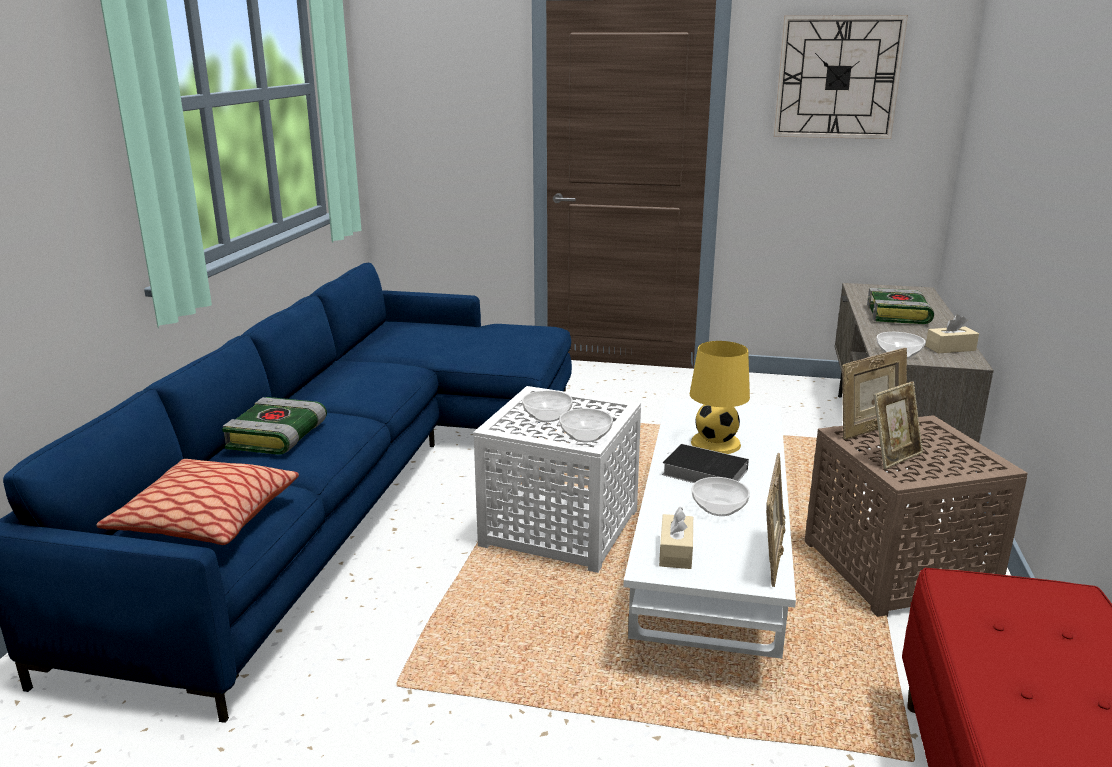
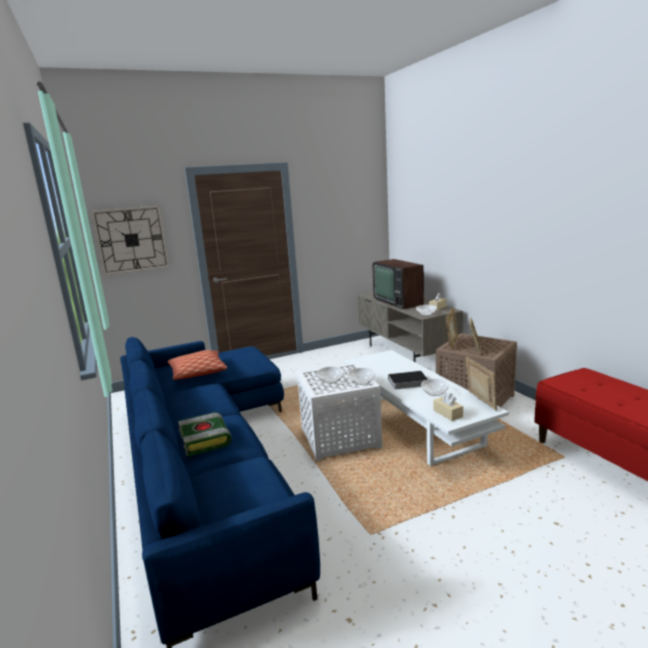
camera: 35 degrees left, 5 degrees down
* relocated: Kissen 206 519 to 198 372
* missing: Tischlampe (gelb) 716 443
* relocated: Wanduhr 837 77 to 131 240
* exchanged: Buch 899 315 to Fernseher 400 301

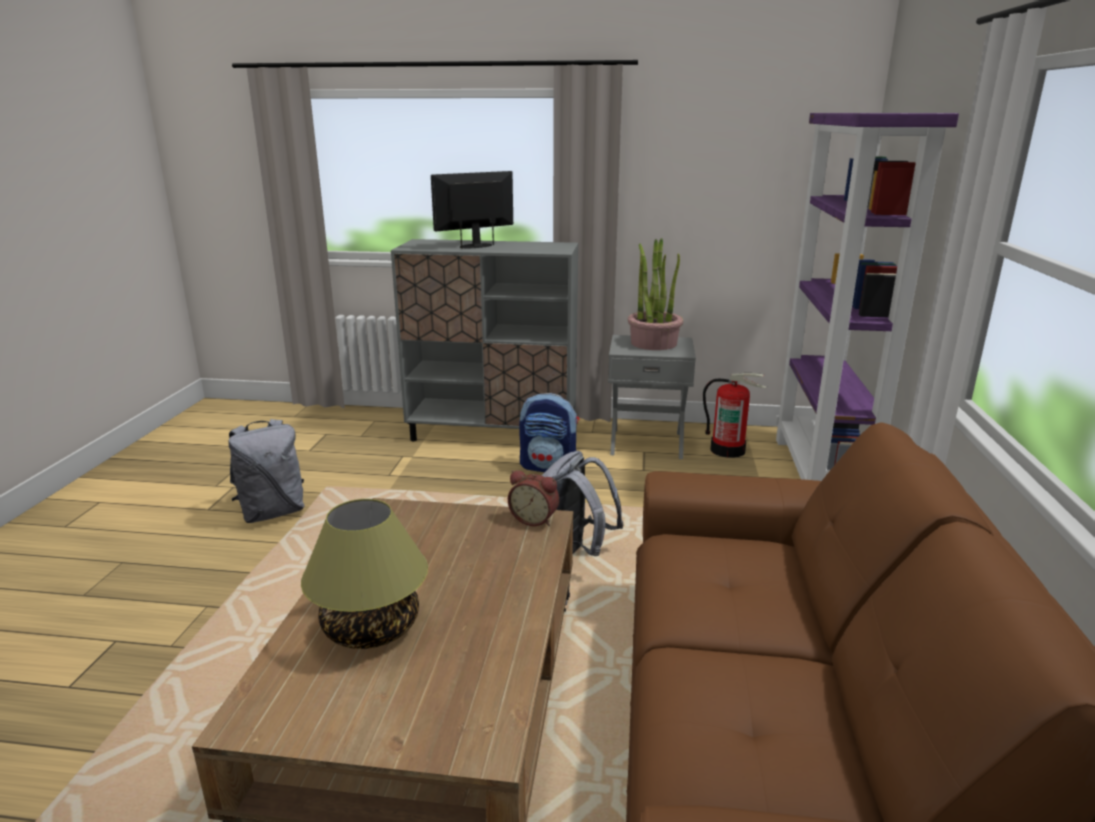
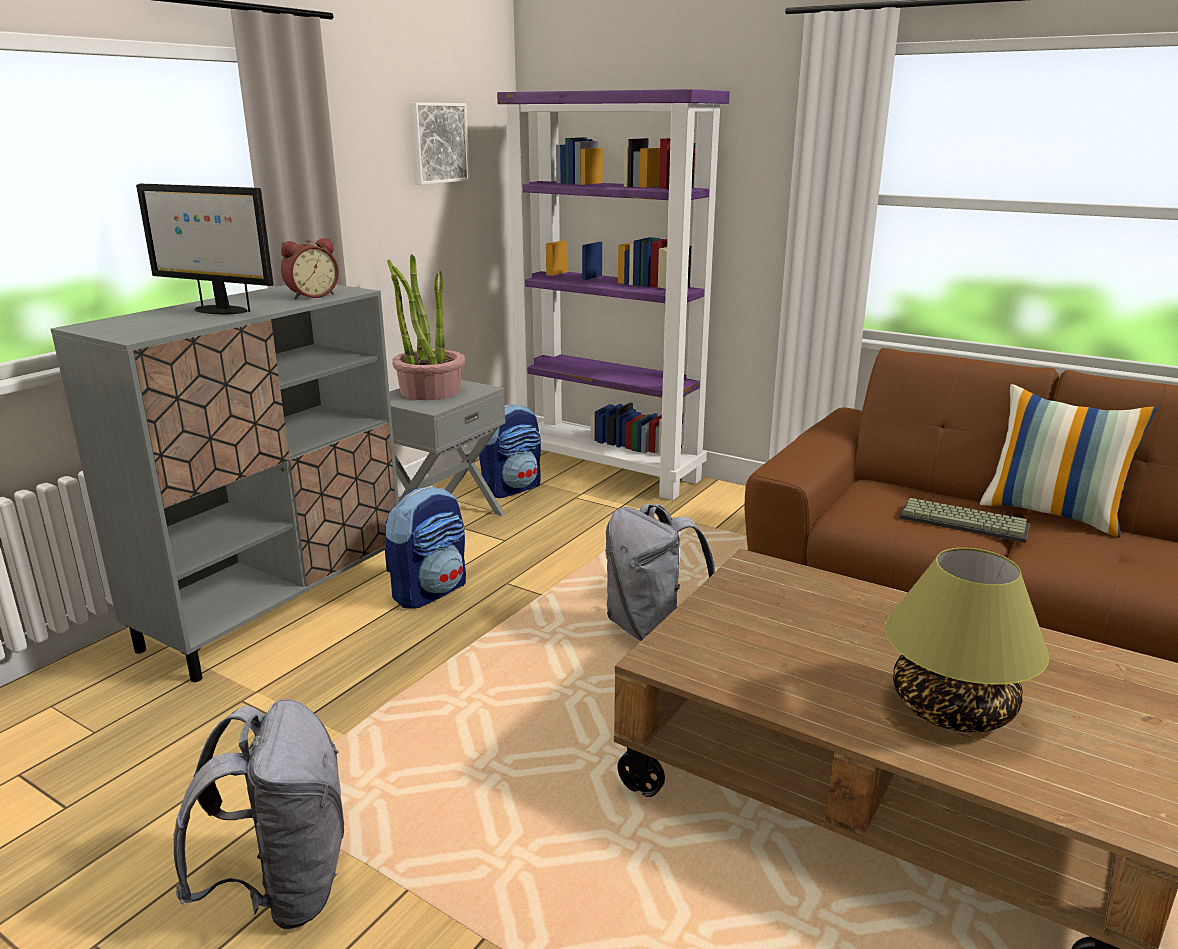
camera: 65 degrees left, 0 degrees up
* spun: Monitor 476 246 = 219 310 60 degrees counterclockwise
* relocated: Wecker 534 519 to 311 295
* exchanged: Feuerlöscher 728 450 to Rucksack 512 488
* appeared: Bild 437 143
* appeared: Tastatur 965 522
* appeared: Kissen 1052 514

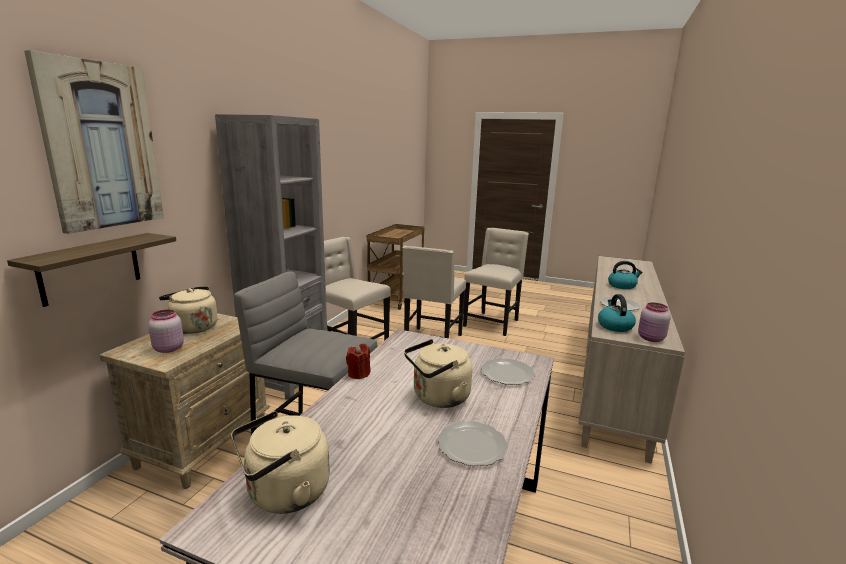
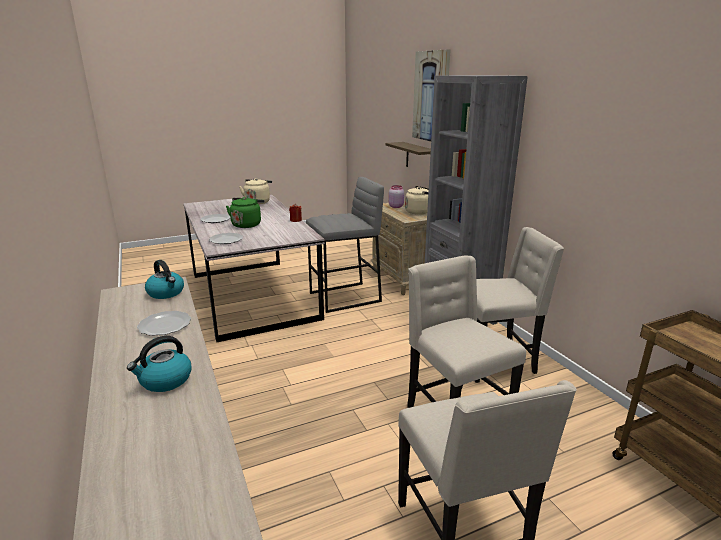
camera: 135 degrees right, 5 degrees up
* colour: Wasserkessel (beige) 438 398 to Wasserkessel (grün) 247 224
* missing: Vorratsglas (rosa) 650 339

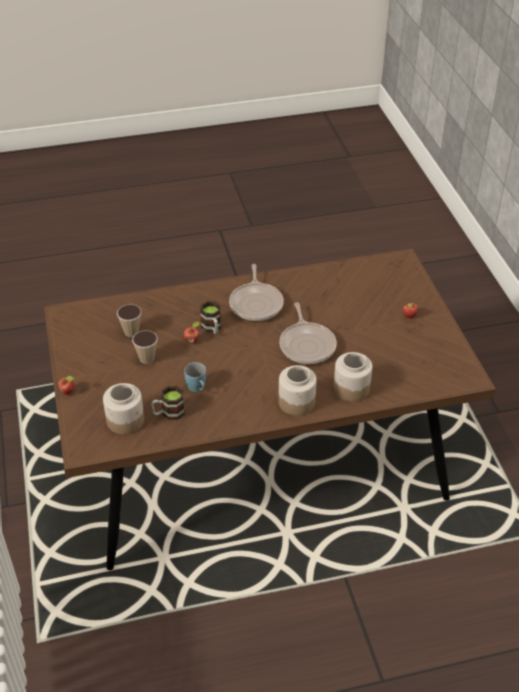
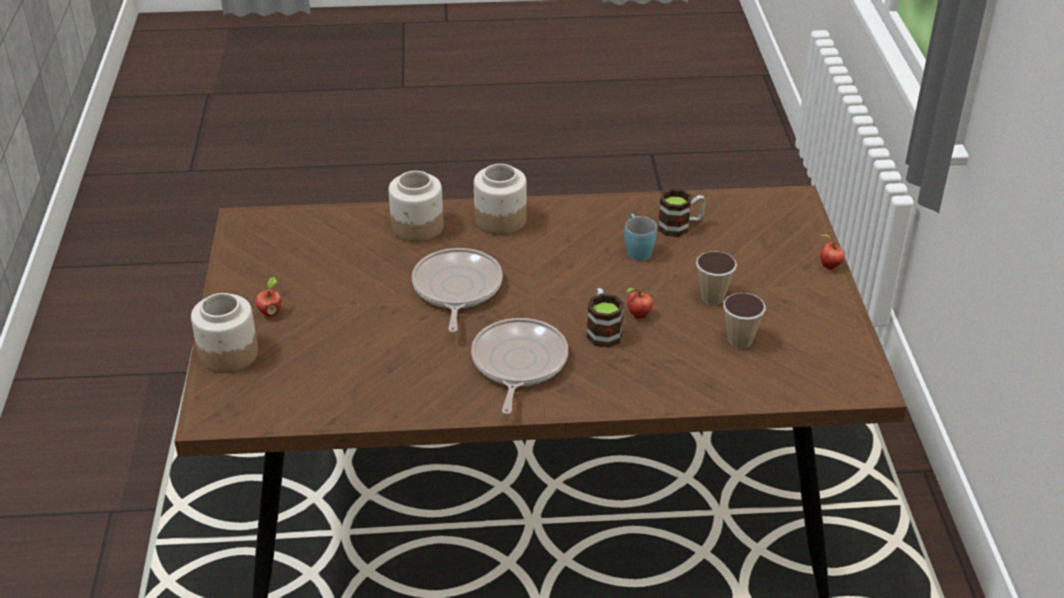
camera: 170 degrees left, 5 degrees down
* relocated: Vorratsglas 126 420 to 228 354

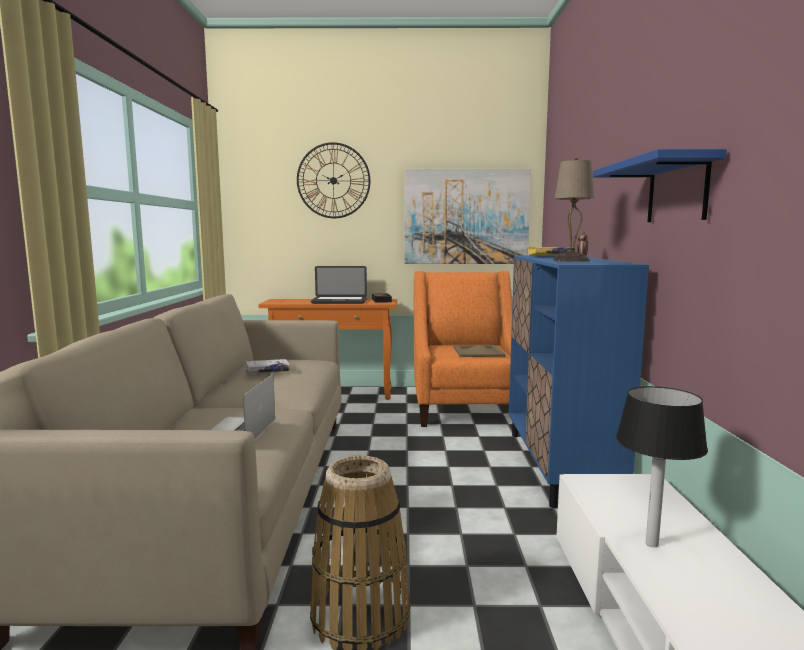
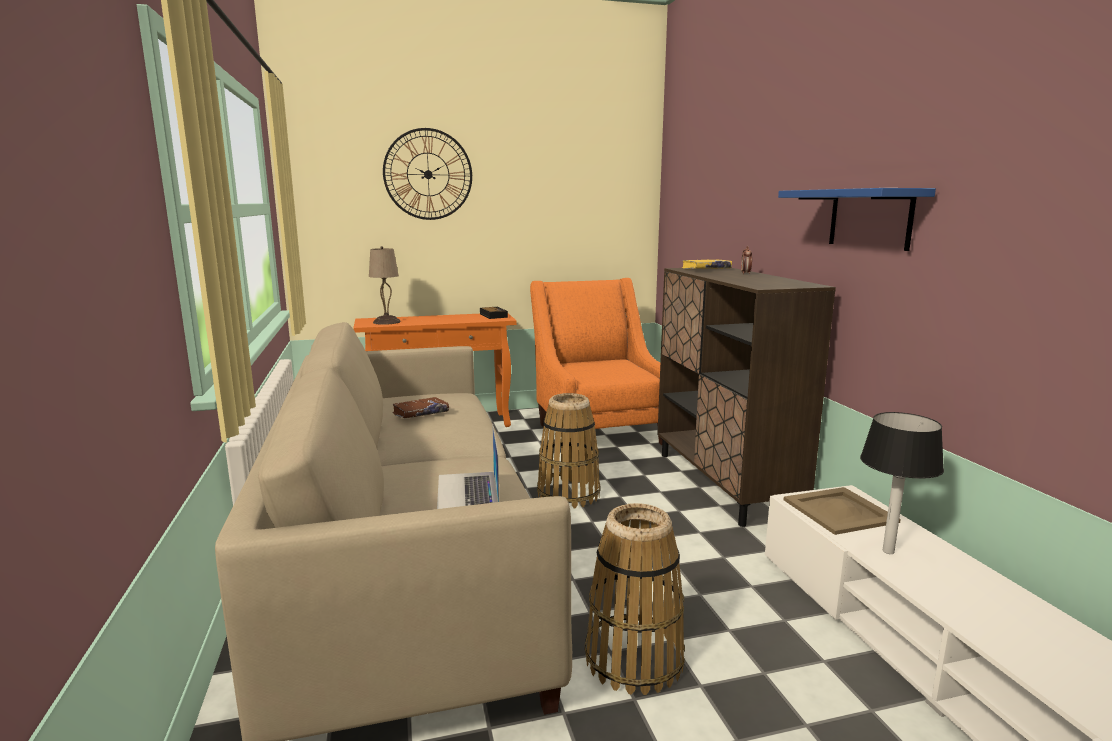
camera: 15 degrees left, 5 degrees up
* colour: Buch (weiß) 267 371 to Buch (braun) 420 413
* missing: Laptop 339 301
* missing: Bild 466 217
* relocated: Tablett (beige) 478 351 to 839 510
* colour: Schrank (blau) 559 466 to Schrank (braun) 725 483
* relocated: Tischlampe (beige) 570 260 to 386 322
* appeared: Korb 569 494

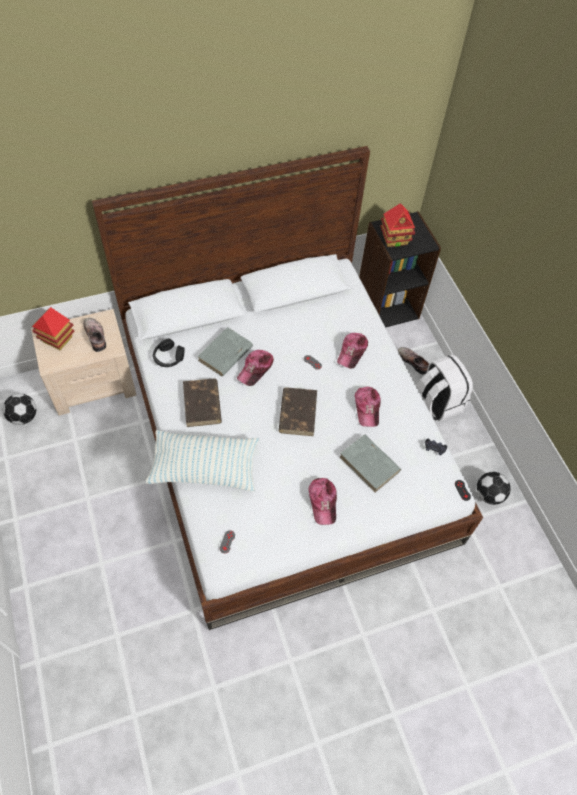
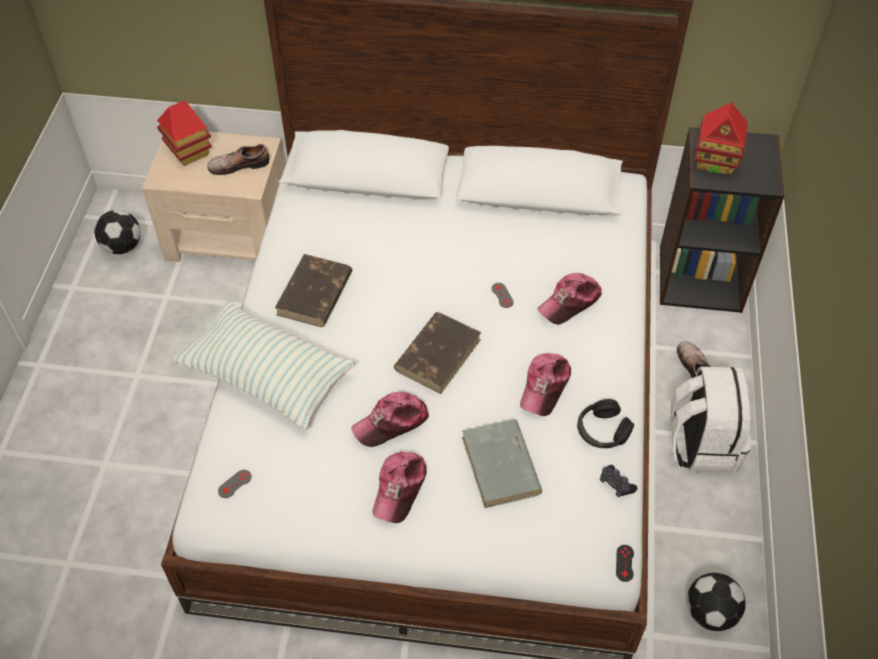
camera: 30 degrees right, 5 degrees down
* spun: Schuh 96 336 = 239 164 105 degrees counterclockwise
* relocated: Kopfhörer (schwarz) 168 358 to 602 431
* missing: Buch (grau) 225 354
* relocated: Kappe 256 369 to 391 423

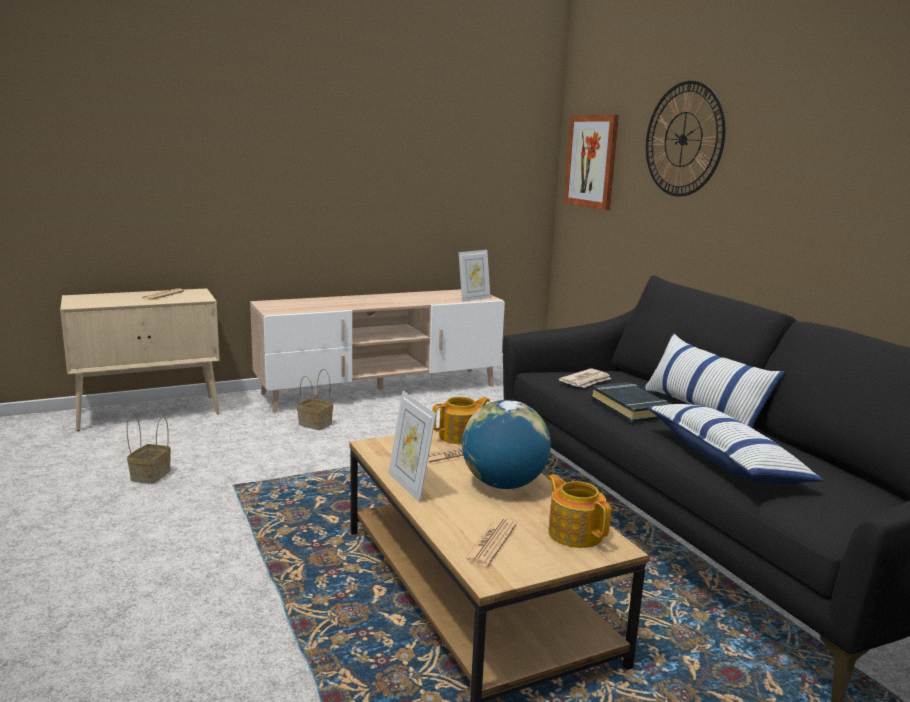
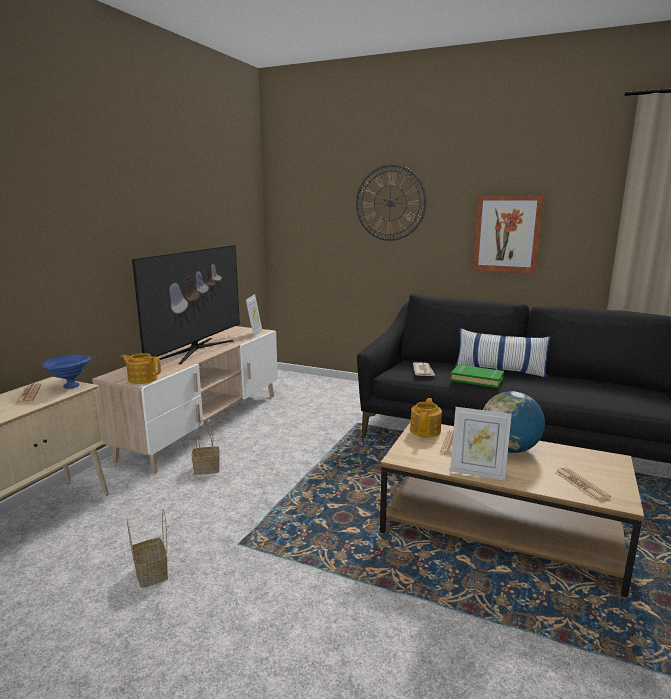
camera: 40 degrees left, 0 degrees up
* relocated: Teekanne 575 533 to 142 379
* relocated: Bild 591 161 to 507 233
* colour: Buch (schwarz) 630 407 to Buch (grün) 477 380
* missing: Kissen 724 460
* appeared: Schüssel (blau) 70 386
* appeared: Fernseher 196 350

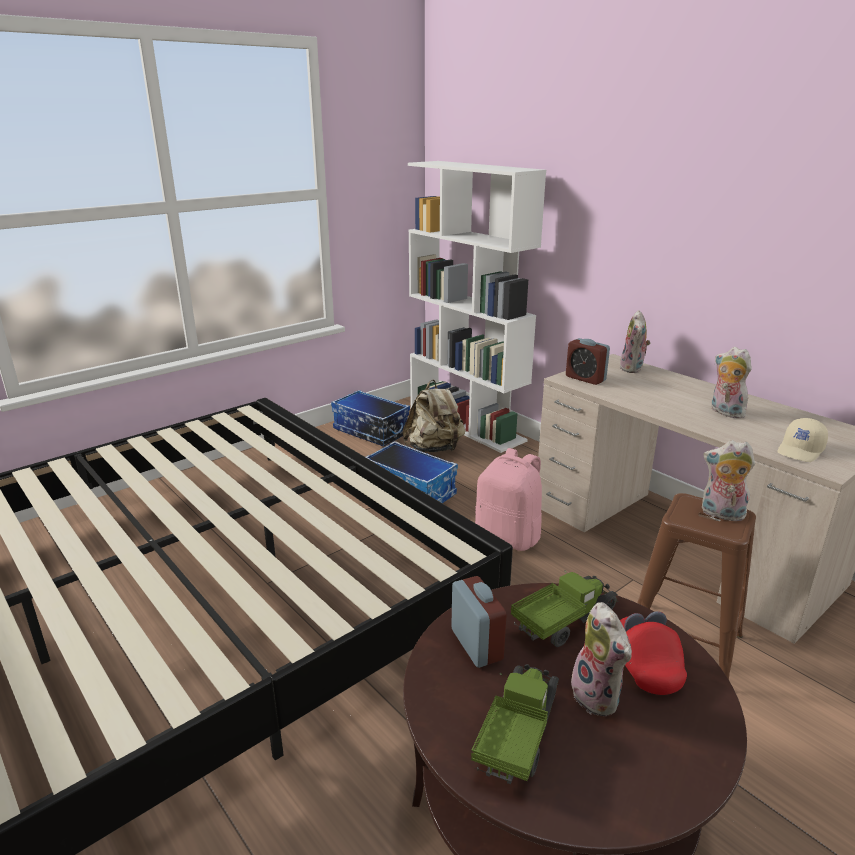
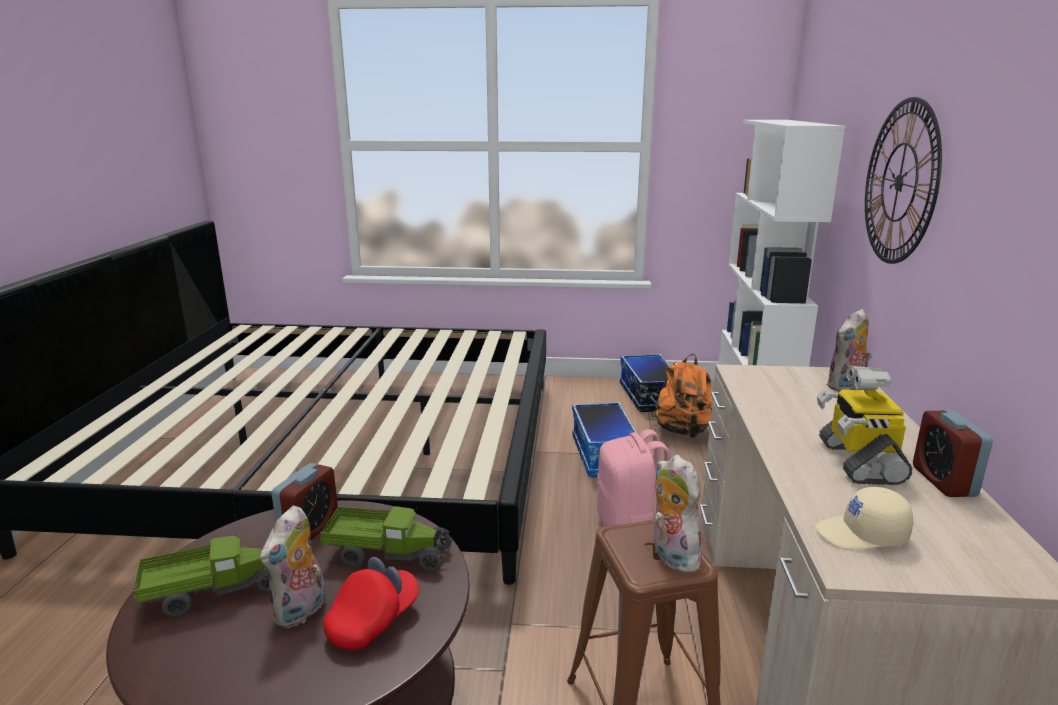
camera: 45 degrees right, 5 degrees down
* colour: Rucksack (beige) 434 449 to Rucksack (orange) 683 431
* relocated: Wecker 585 378 to 943 481
* exchanged: Plüschtier 724 412 to Spielzeugroboter 858 461
* appeared: Wanduhr 899 182

